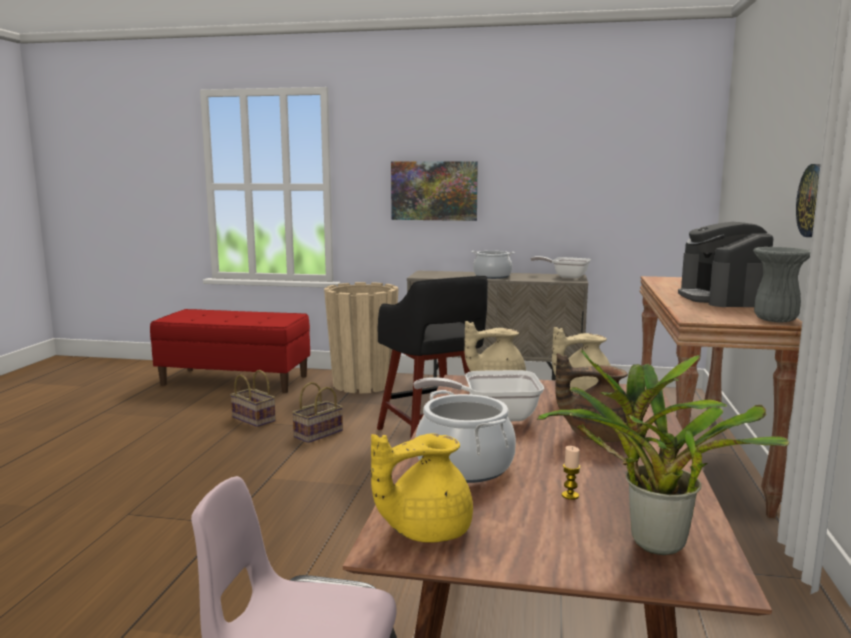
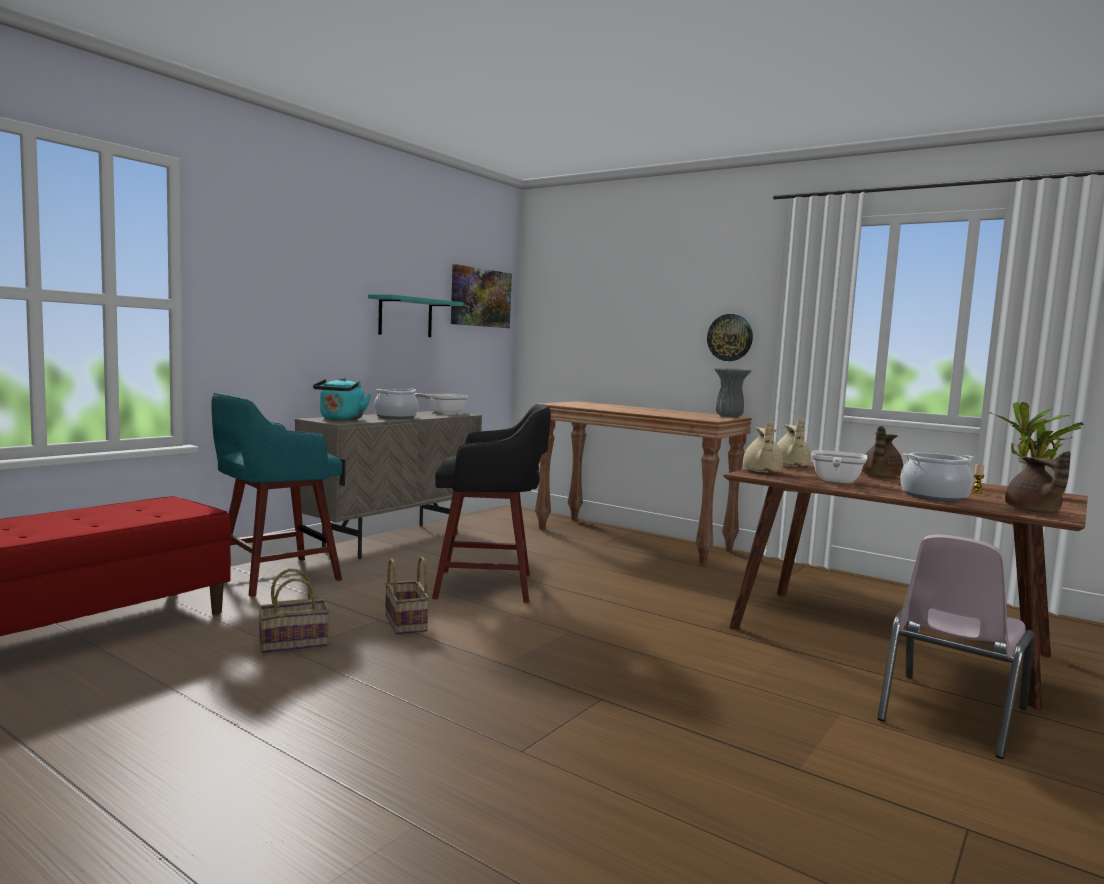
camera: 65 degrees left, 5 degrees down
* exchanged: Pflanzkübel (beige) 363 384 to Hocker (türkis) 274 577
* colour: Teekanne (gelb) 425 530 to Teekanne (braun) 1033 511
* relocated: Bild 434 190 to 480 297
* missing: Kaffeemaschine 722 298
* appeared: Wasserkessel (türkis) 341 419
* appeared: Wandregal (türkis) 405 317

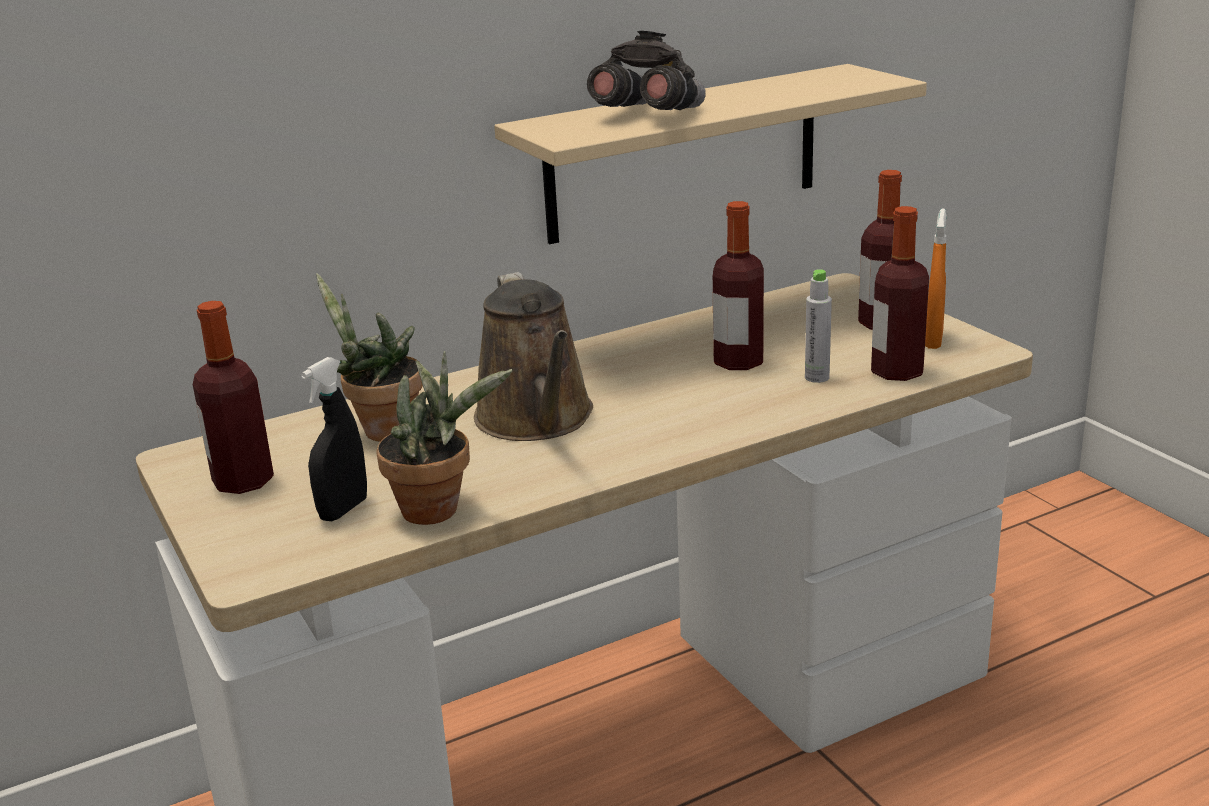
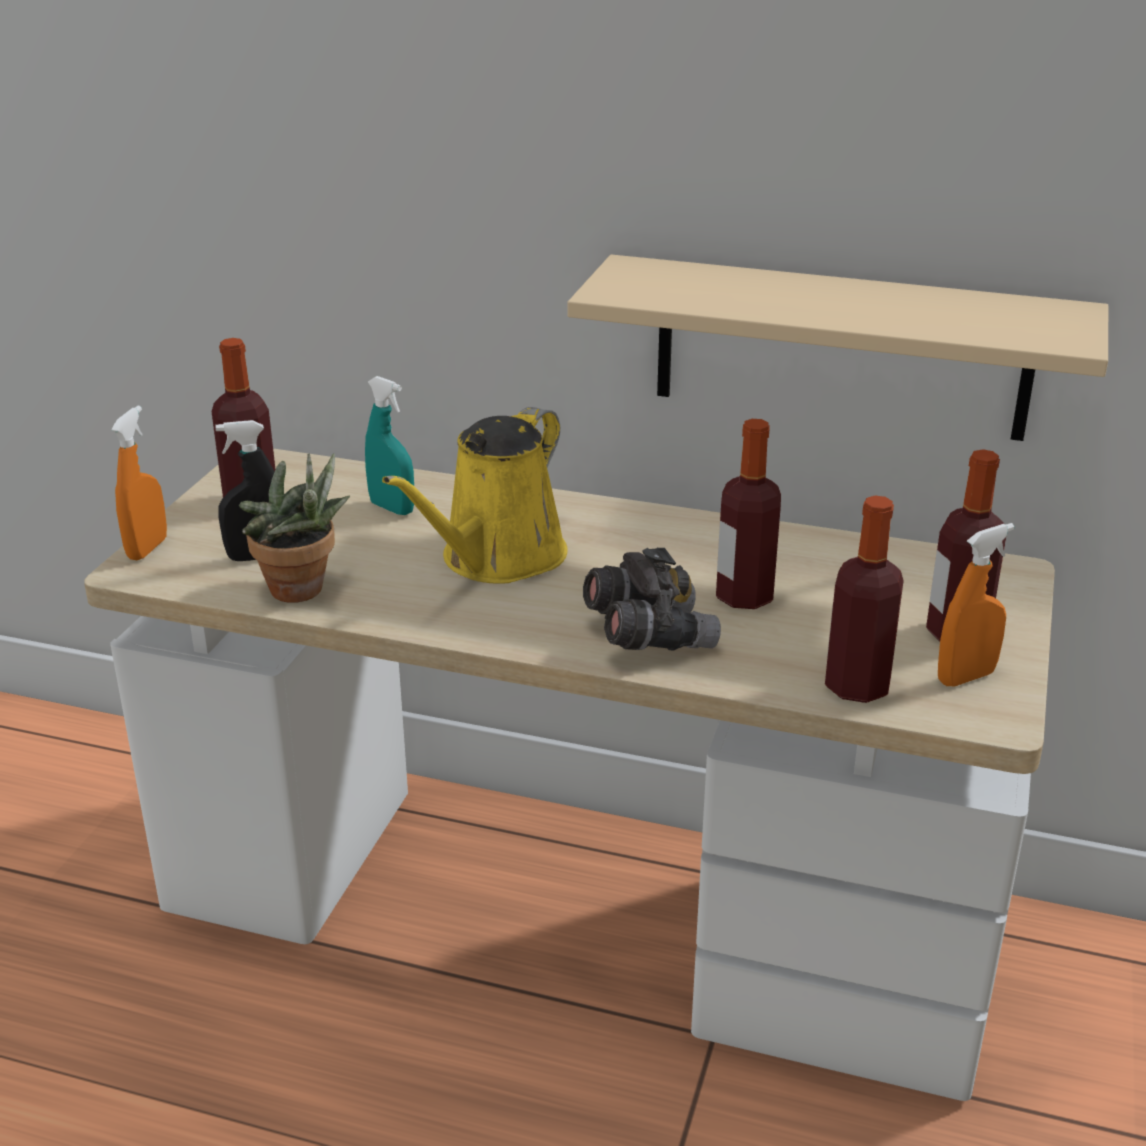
camera: 45 degrees right, 5 degrees up
* exchanged: Topfpflanze 381 430 to Sprühflasche (türkis) 392 508
* colour: Gießkanne (braun) 537 420 to Gießkanne (gelb) 496 559
* relocated: Fernglas (grau) 647 115 to 648 636
* missing: Flasche (grau) 817 377
* appeared: Sprühflasche (orange) 147 549

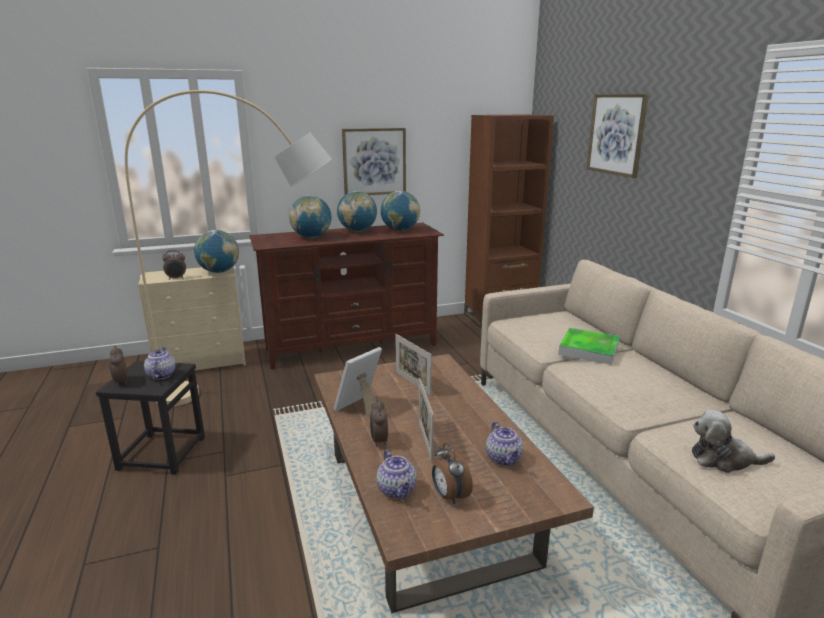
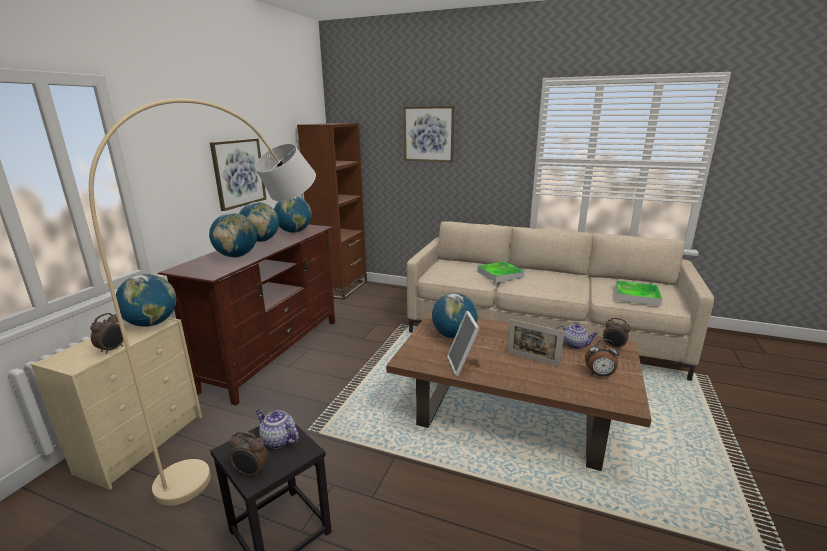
camera: 50 degrees left, 0 degrees up
* relocated: Wecker 378 441 to 613 347
* missing: Teekanne 397 490
* exchanged: Bilderrahmen 412 383 to Globus 454 336
* exchanged: Plüschtier 723 459 to Tablett 636 296

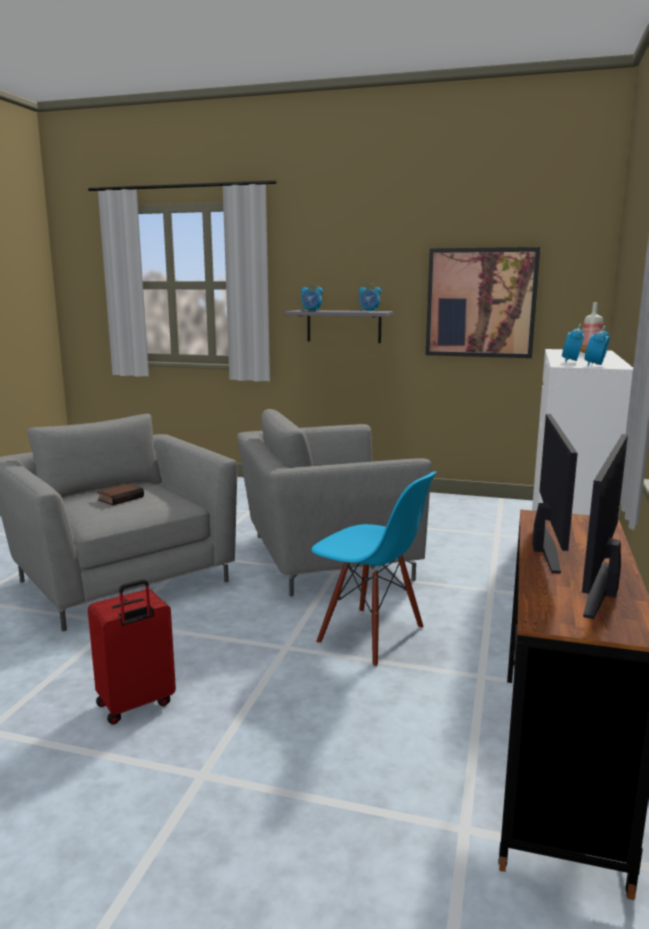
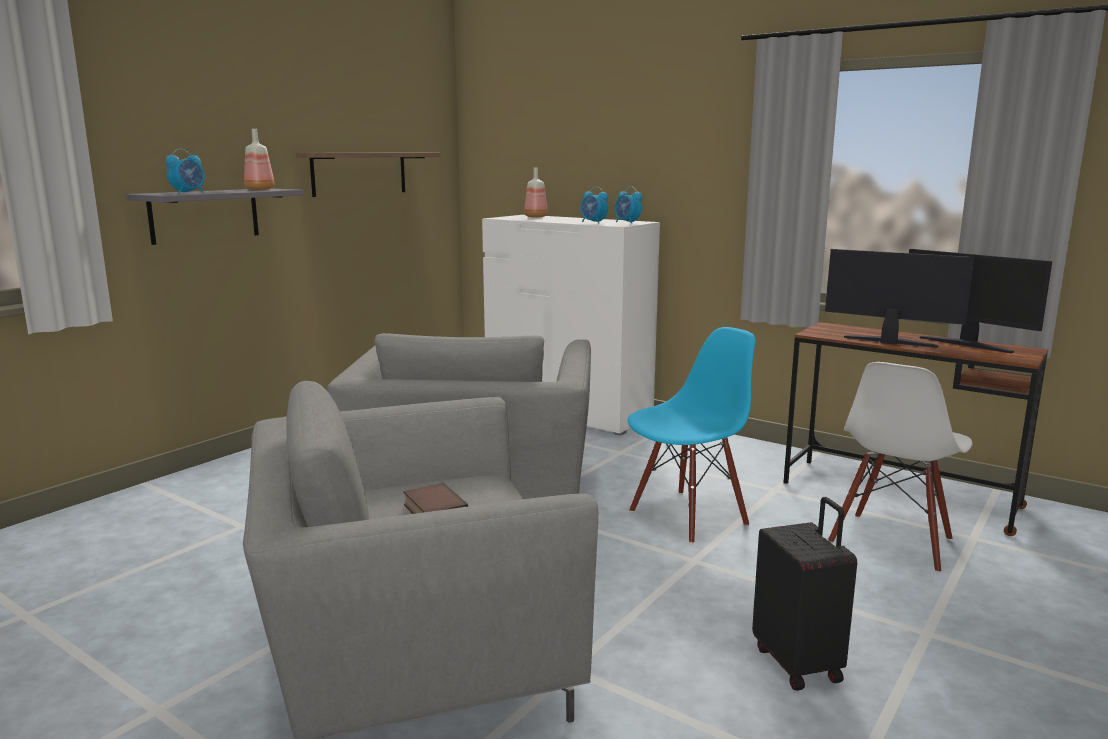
camera: 70 degrees left, 0 degrees up
* colour: Koffer (rot) 136 705 to Koffer (schwarz) 799 663
* exchanged: Wecker 369 311 to Flasche 260 189
* exchanged: Bild 480 303 to Wandregal 359 173
* appeared: Stuhl (weiß) 892 542

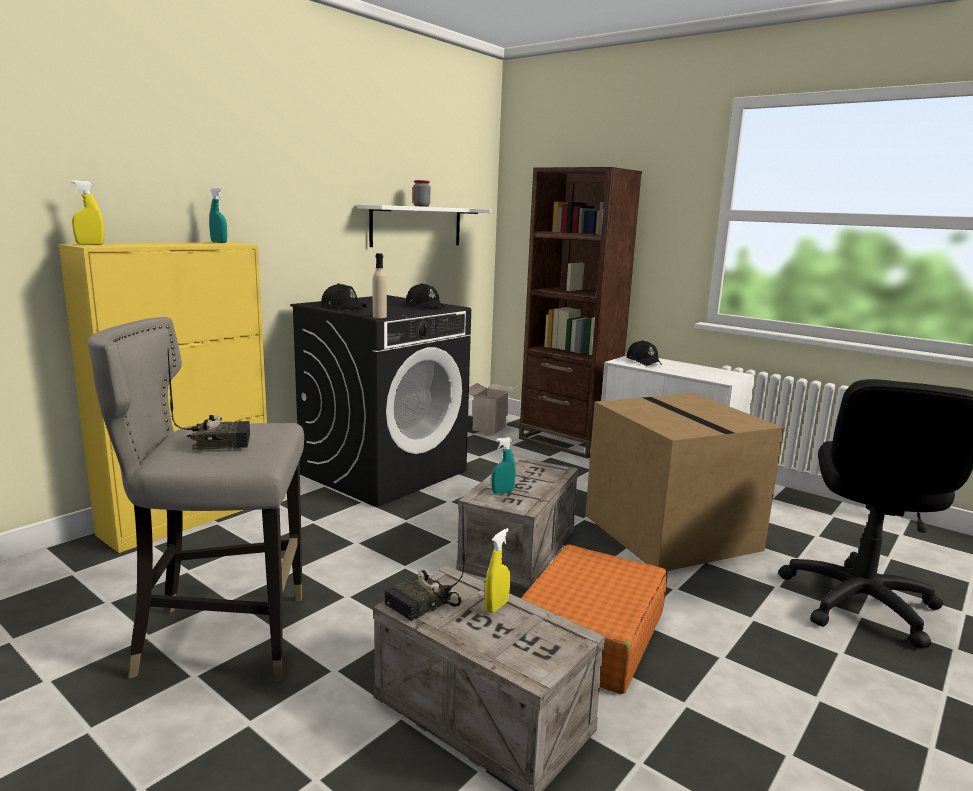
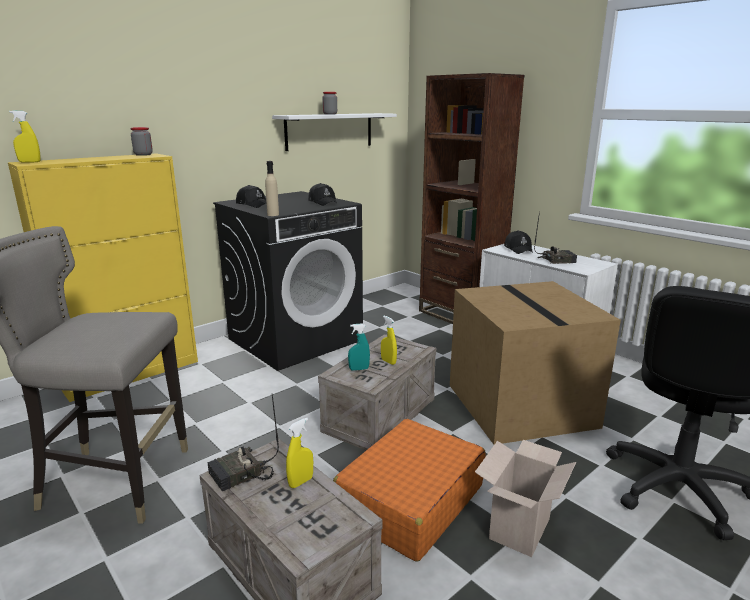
camera: 10 degrees right, 5 degrees up
* relocated: Radio 220 442 to 556 260
* exchanged: Sprühflasche (türkis) 219 242 to Vorratsglas 143 154
* relocated: Karton 489 427 to 518 526
* appeared: Sprühflasche (gelb) 388 361

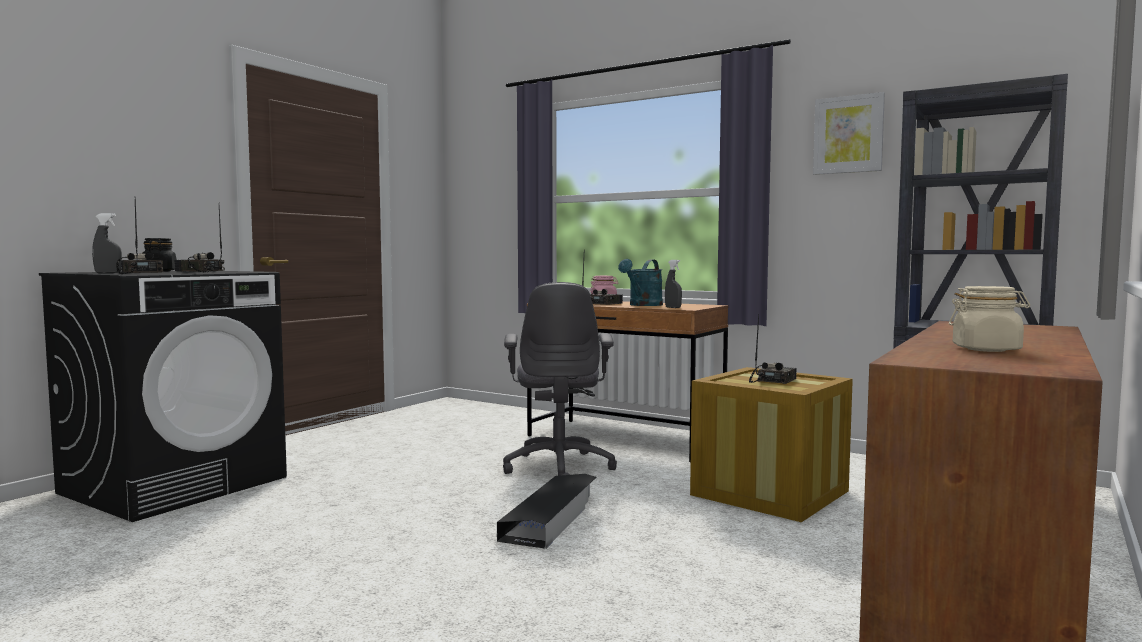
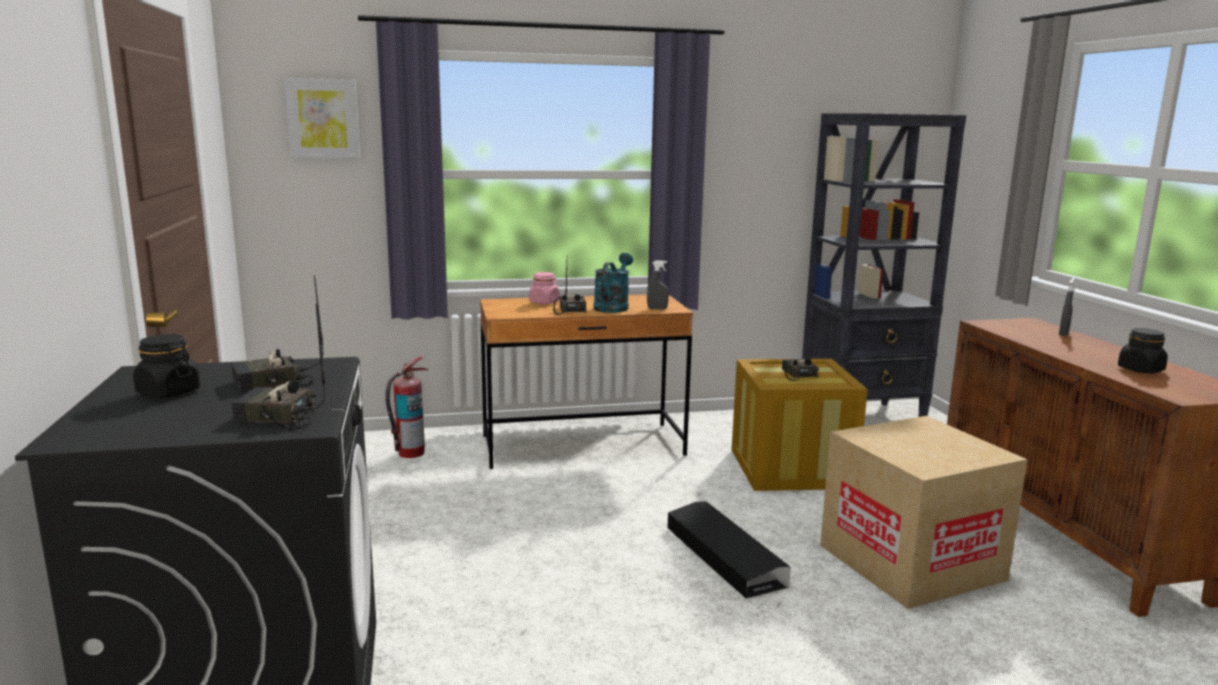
camera: 45 degrees left, 10 degrees up
* relocated: Sprühflasche (grau) 108 273 to 1063 334
* missing: Bürostuhl (grau) 559 466
* spun: Gießkanne (türkis) 643 305 = 613 306 150 degrees counterclockwise
* relocated: Bild 848 135 to 323 119
* colour: Vorratsglas (beige) 986 349 to Vorratsglas (schwarz) 1140 370
* appeared: Feuerlöscher 410 453
* appeared: Karton 910 562

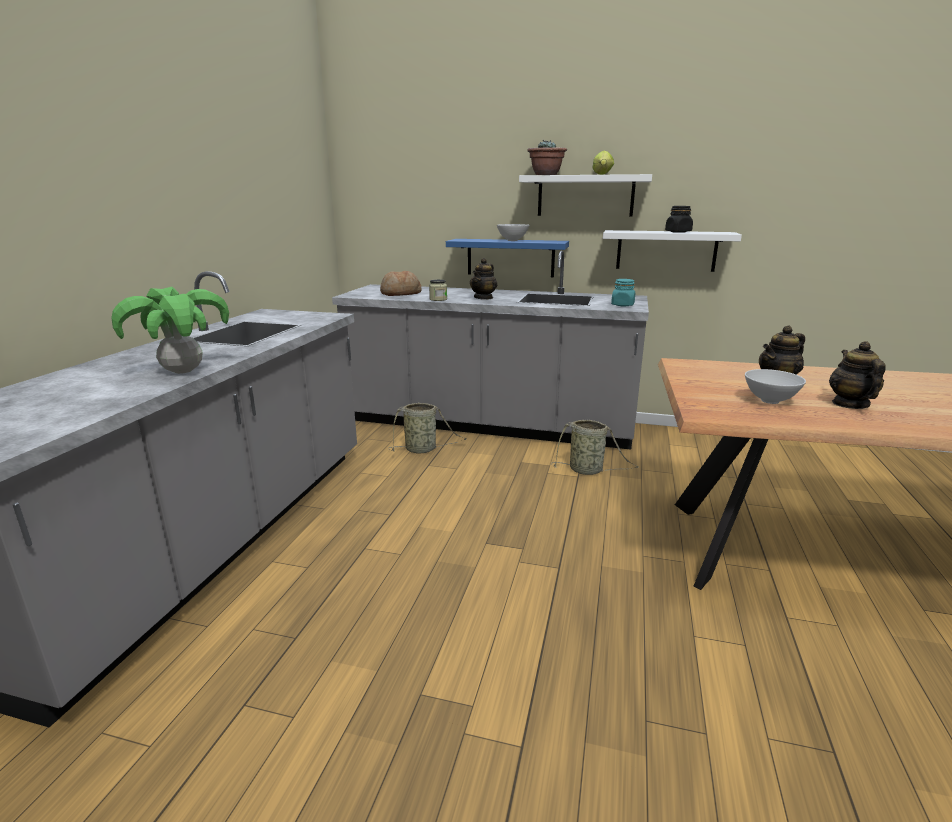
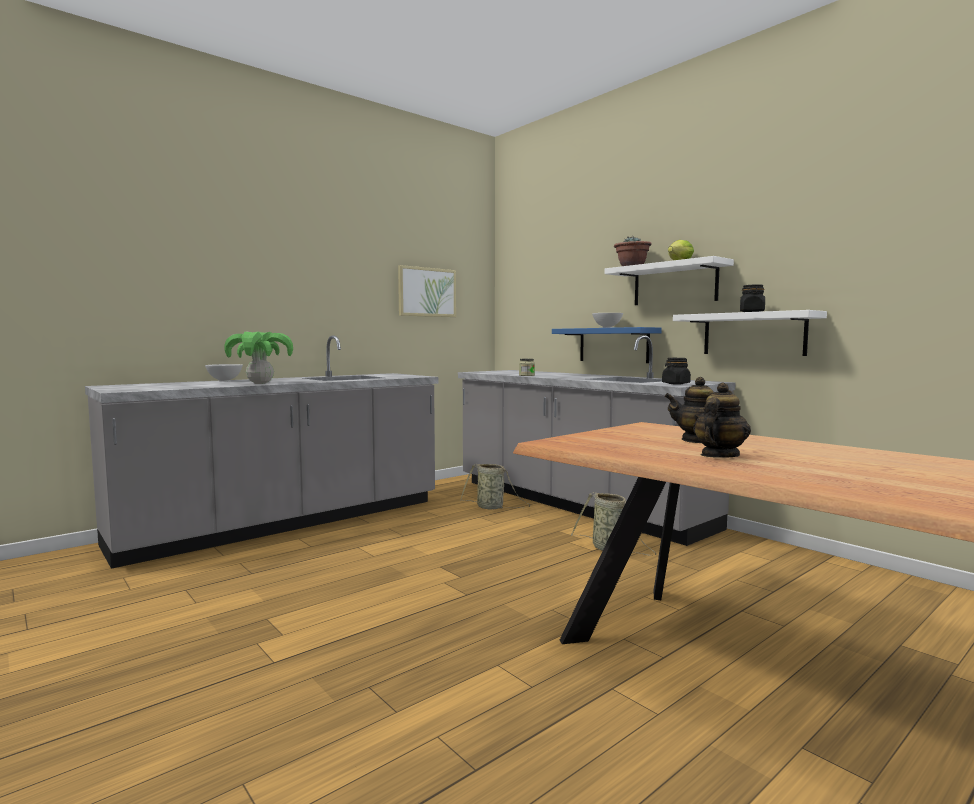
camera: 35 degrees right, 15 degrees down
* missing: Brot 400 293
* missing: Teekanne 483 298
* colour: Vorratsglas (türkis) 622 305 to Vorratsglas (schwarz) 675 384
* relocated: Schüssel (weiß) 770 401 to 225 381
* appeared: Bild 427 292

